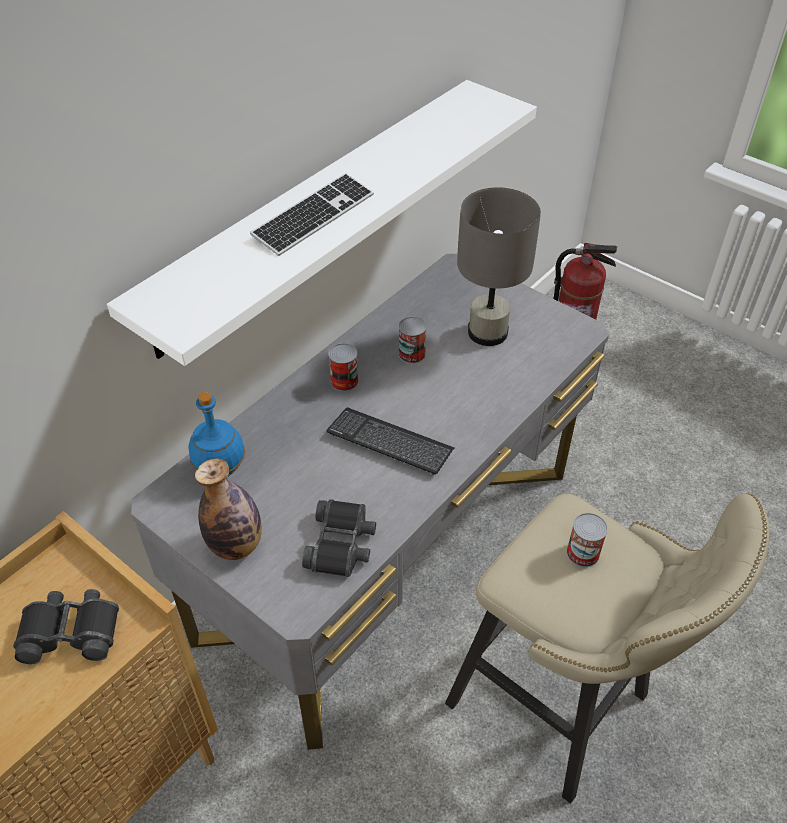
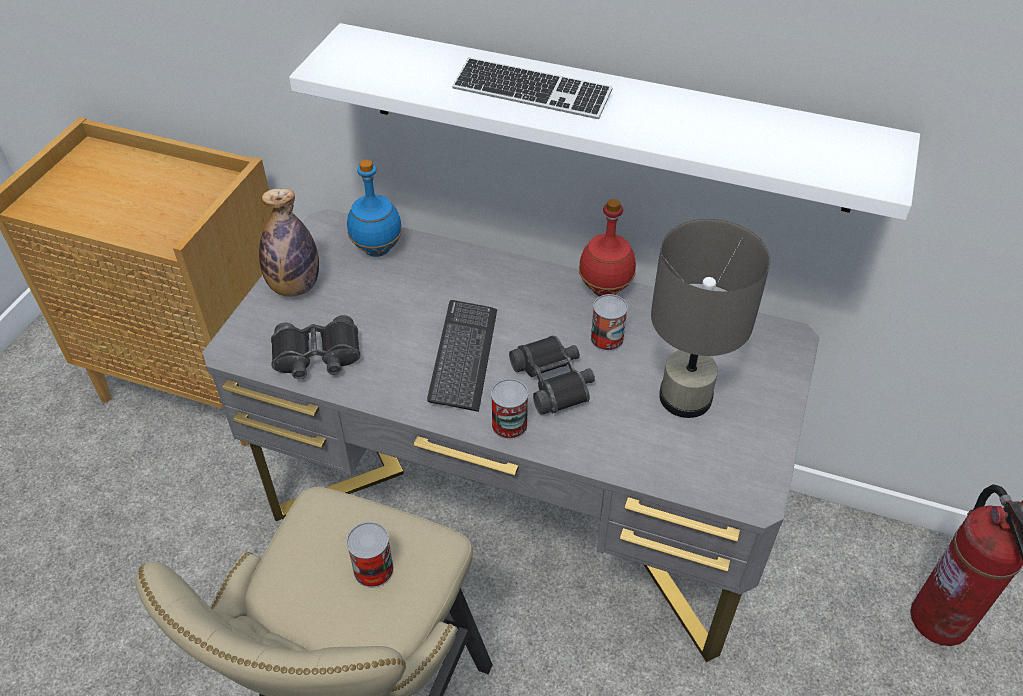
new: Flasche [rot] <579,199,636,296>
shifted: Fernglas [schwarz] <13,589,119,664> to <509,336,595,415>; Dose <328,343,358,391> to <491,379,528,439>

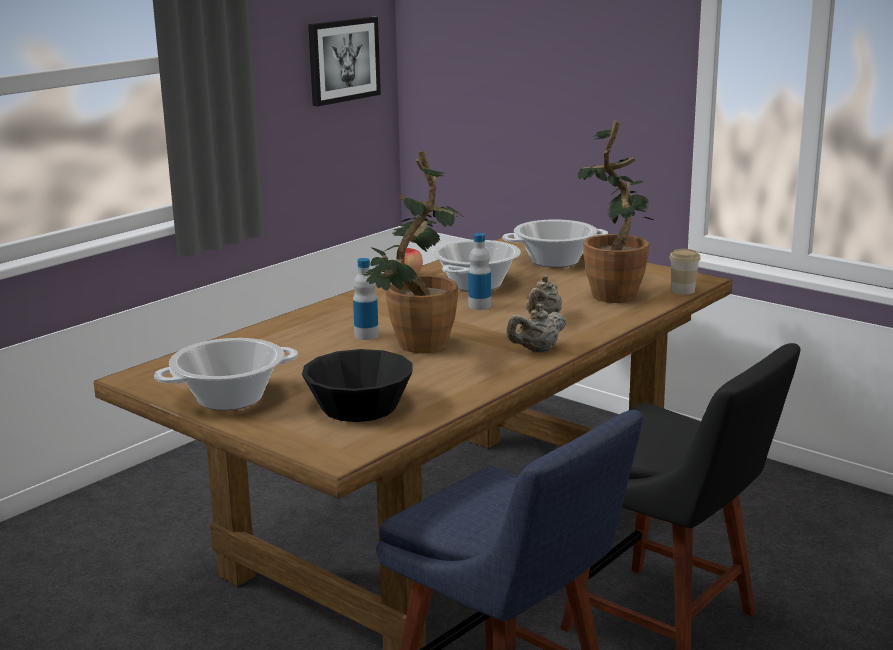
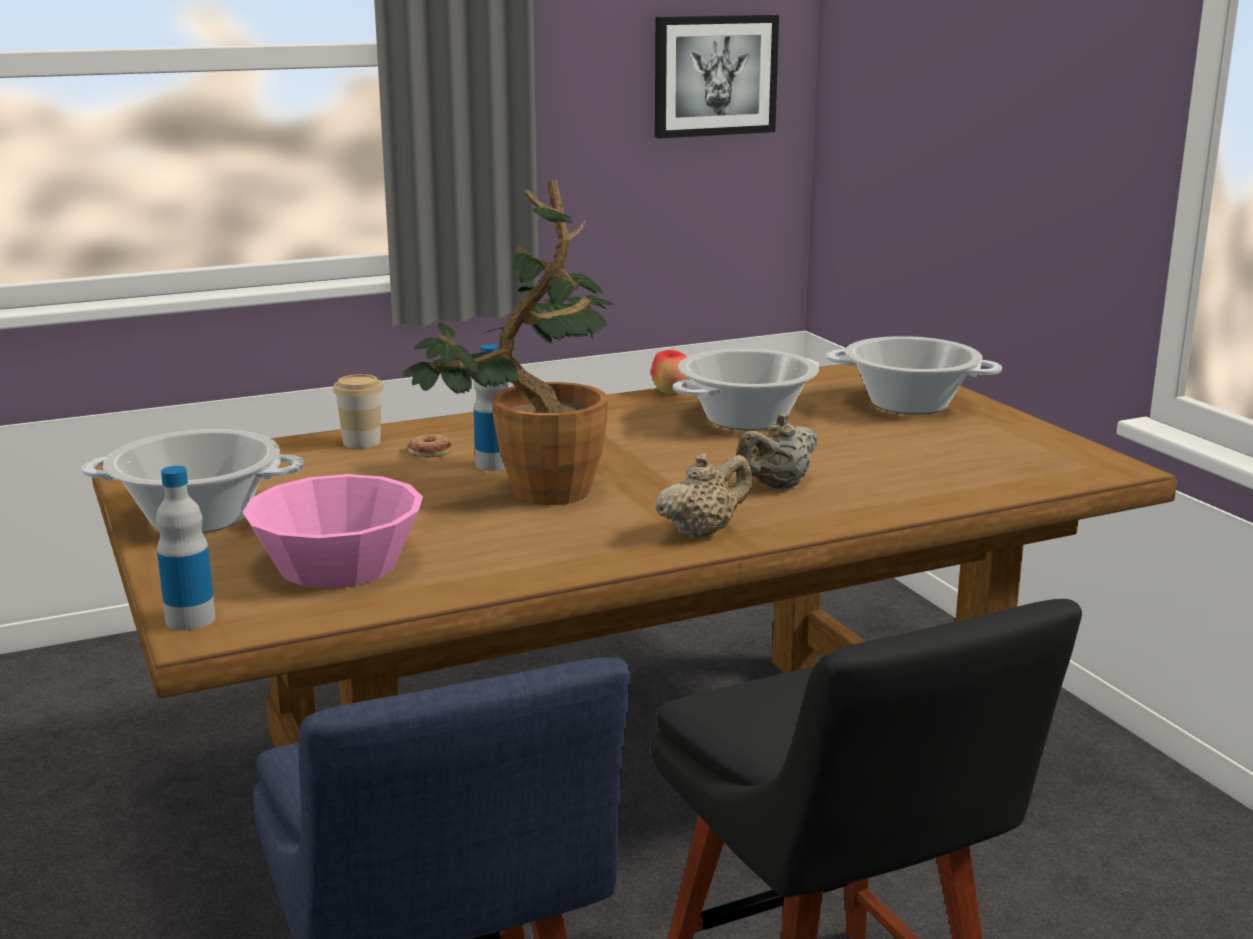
gone: Topfpflanze <578,120,653,303>
new: Donut <407,433,452,458>
shifted: Flasche <468,233,491,310> to <156,466,216,630>; Tasse <669,249,701,295> to <333,374,383,448>
repainted: Schüssel [schwarz] <302,349,413,422> to Schüssel [rosa] <242,474,423,588>
rotated: Teekanne [beige] <506,304,566,353> = <656,453,753,539> 150 degrees clockwise

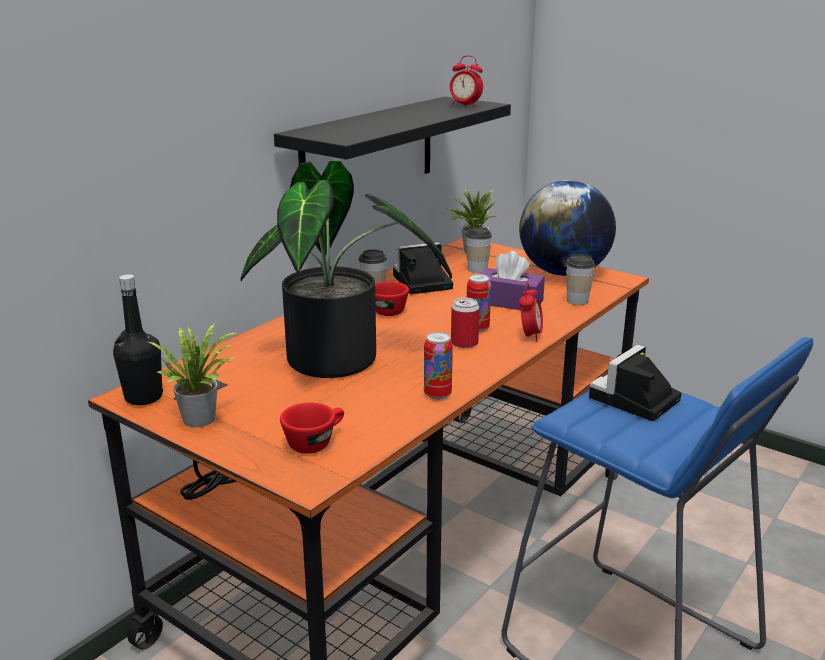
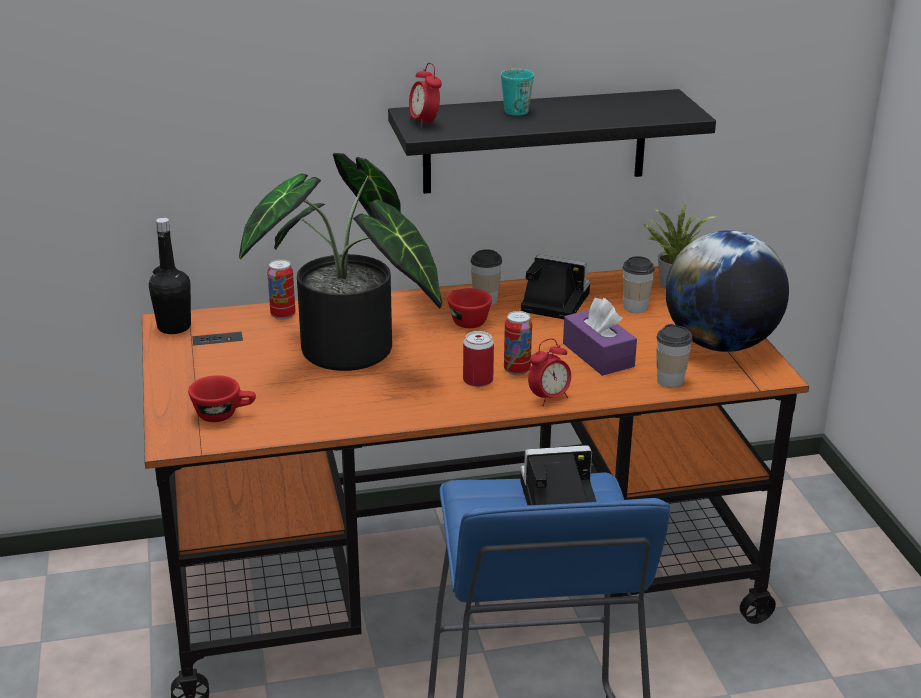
gone: Topfpflanze <146,323,238,427>
new: Henkelbecher [türkis] <501,69,534,116>
shifted: Dose <424,332,453,400> to <267,259,295,320>; Wecker <450,55,483,107> to <409,63,442,128>

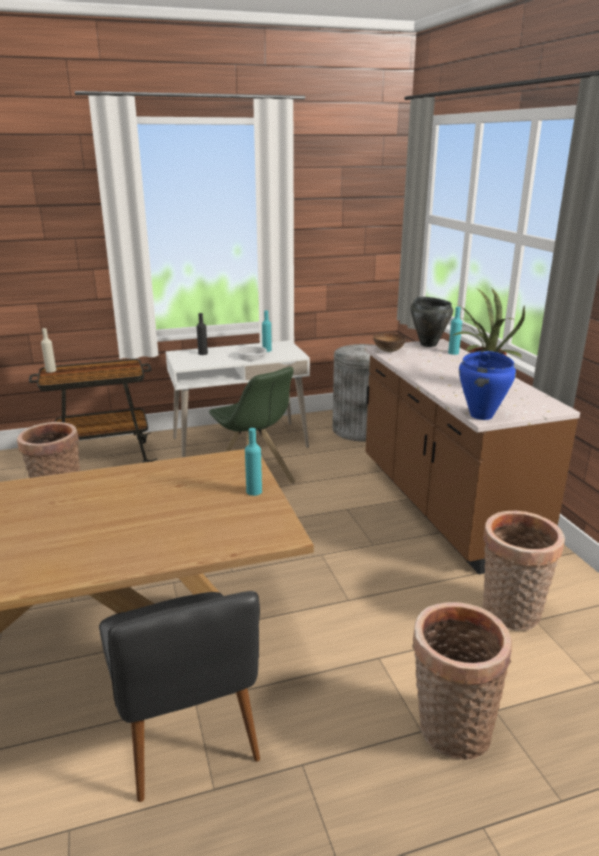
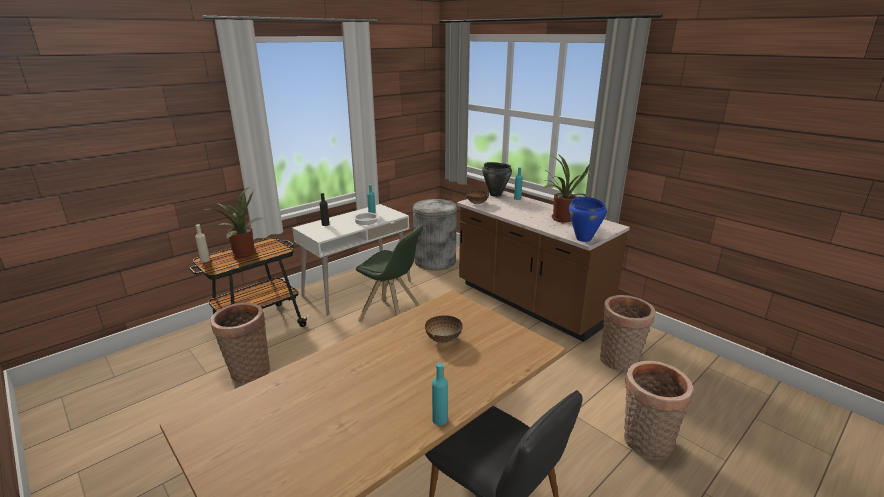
new: Topfpflanze <204,187,264,258>; Schüssel <425,315,463,343>
shifted: Flasche [türkis] <245,428,262,496> to <432,363,448,425>

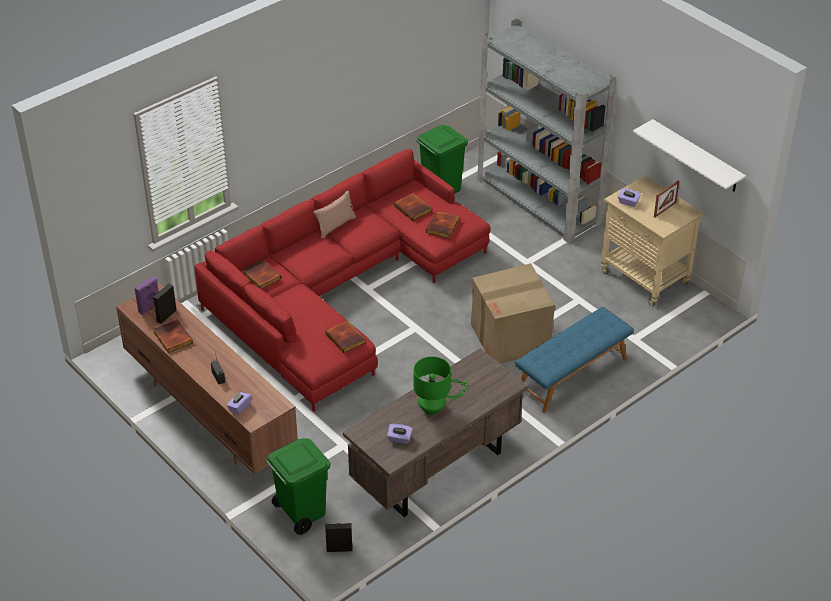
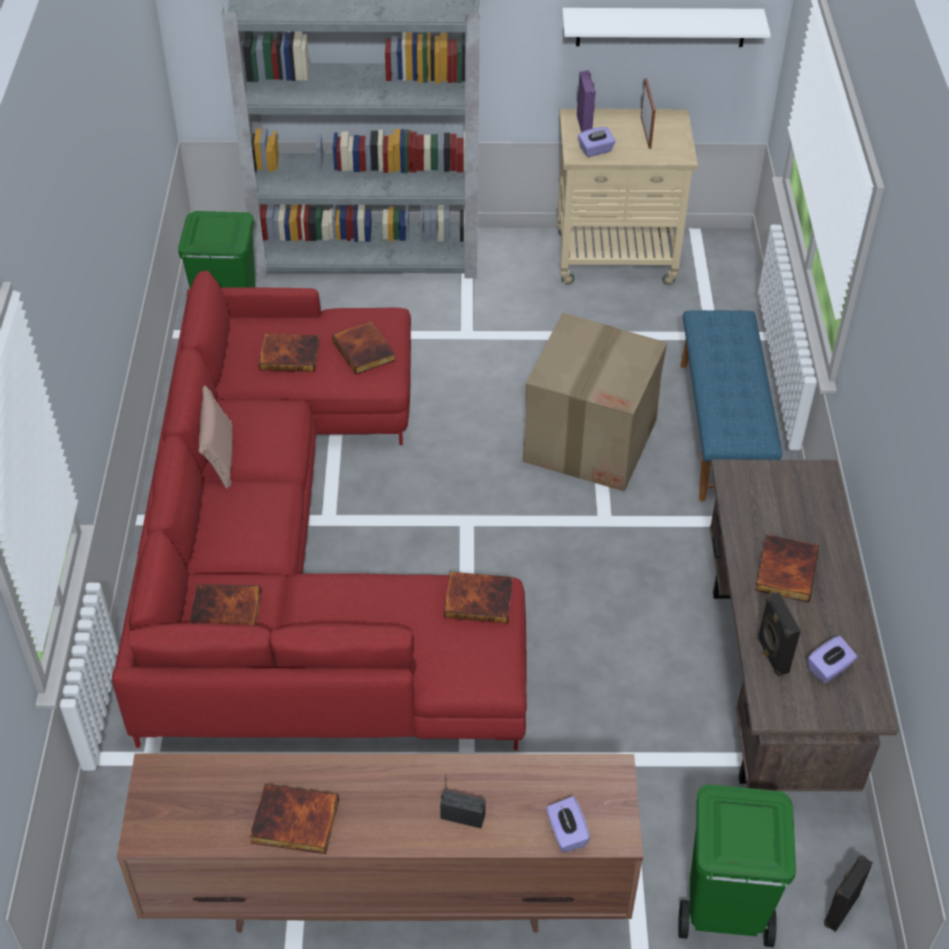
shifted: Lautsprecher [lila] <134,276,159,315> to <577,71,596,132>; Lautsprecher [schwarz] <153,283,177,324> to <757,592,801,677>
swapped: Tischlampe [grün] <413,356,467,415> to Buch <755,534,819,602>

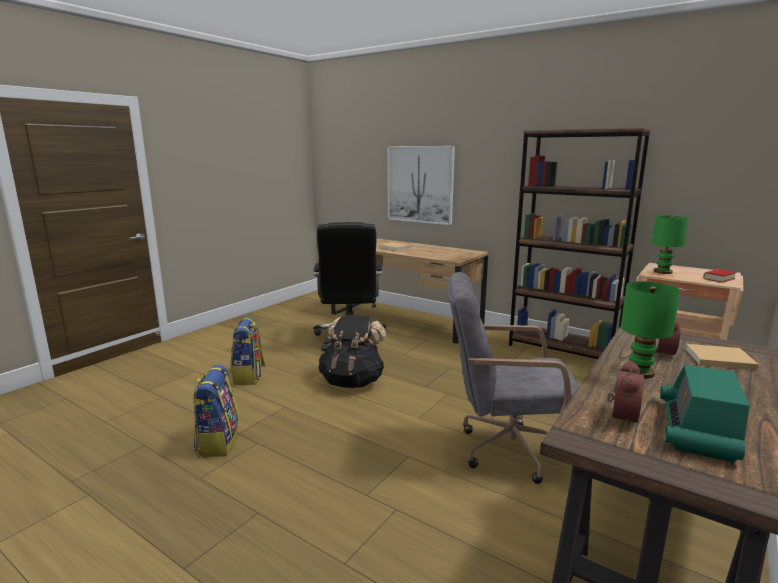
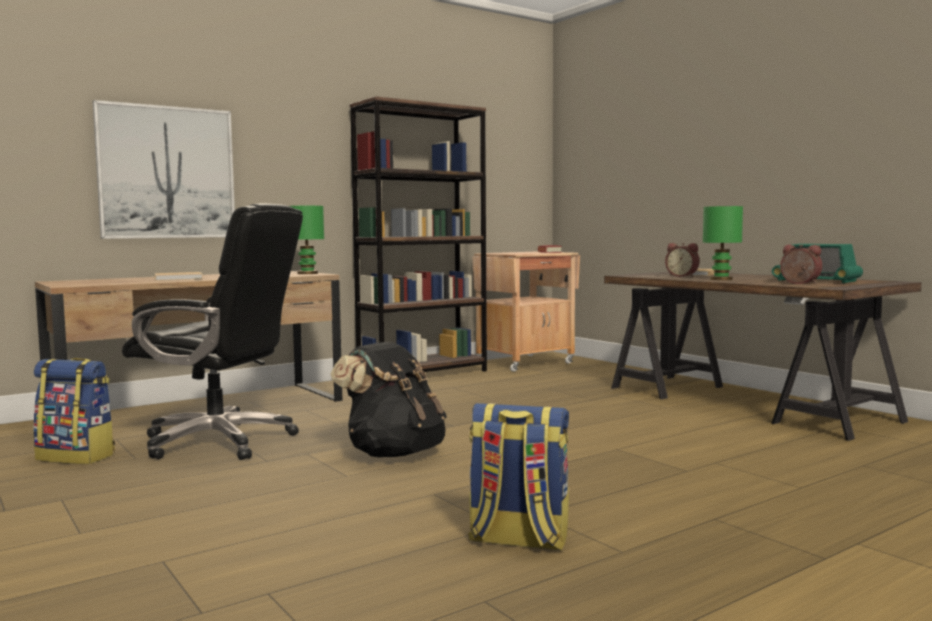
gone: Bürostuhl [grau] <447,272,579,484>
shifted: Rucksack <231,317,265,385> to <33,358,115,464>; Tischlampe [grün] <651,215,689,274> to <290,205,324,274>

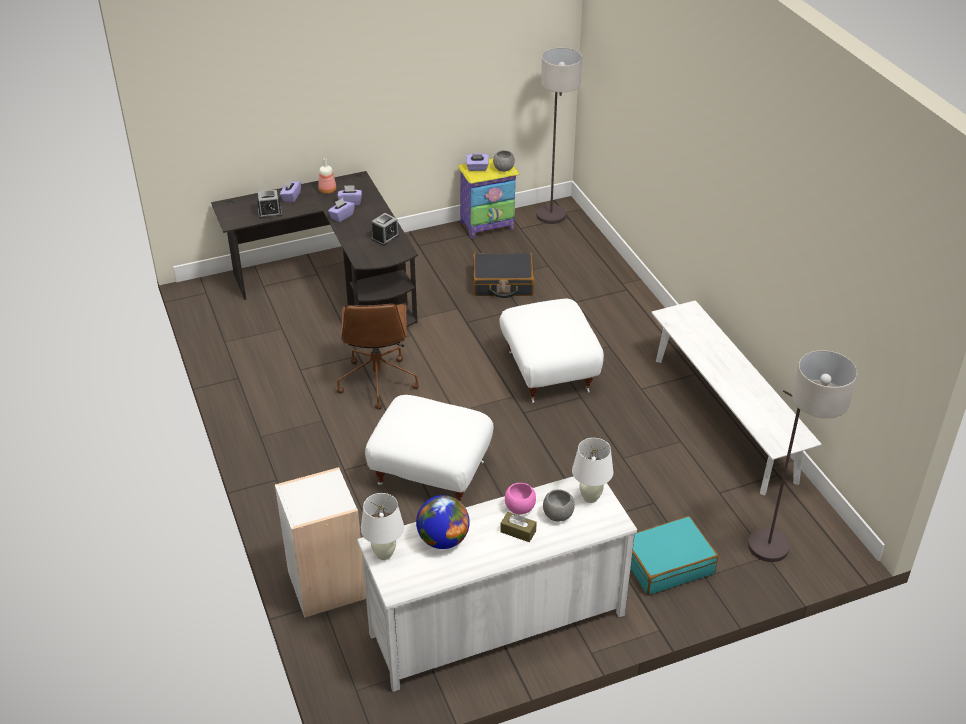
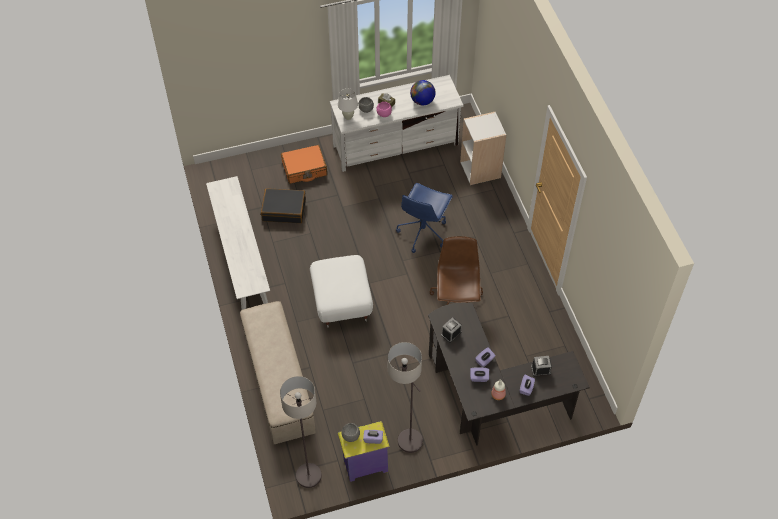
gone: Tischlampe [weiß] <361,493,404,560>
new: Bank [beige] <240,301,316,444>
shifted: Koffer [schwarz] <473,253,534,298> to <261,188,306,223>; Stehlampe [grau] <748,350,857,562> to <388,342,423,453>
swapped: Polsterhocker [weiß] <365,395,493,502> to Bürostuhl [blau] <396,183,453,253>
repainted: Koffer [türkis] <631,516,718,595> to Koffer [orange] <281,145,327,184>

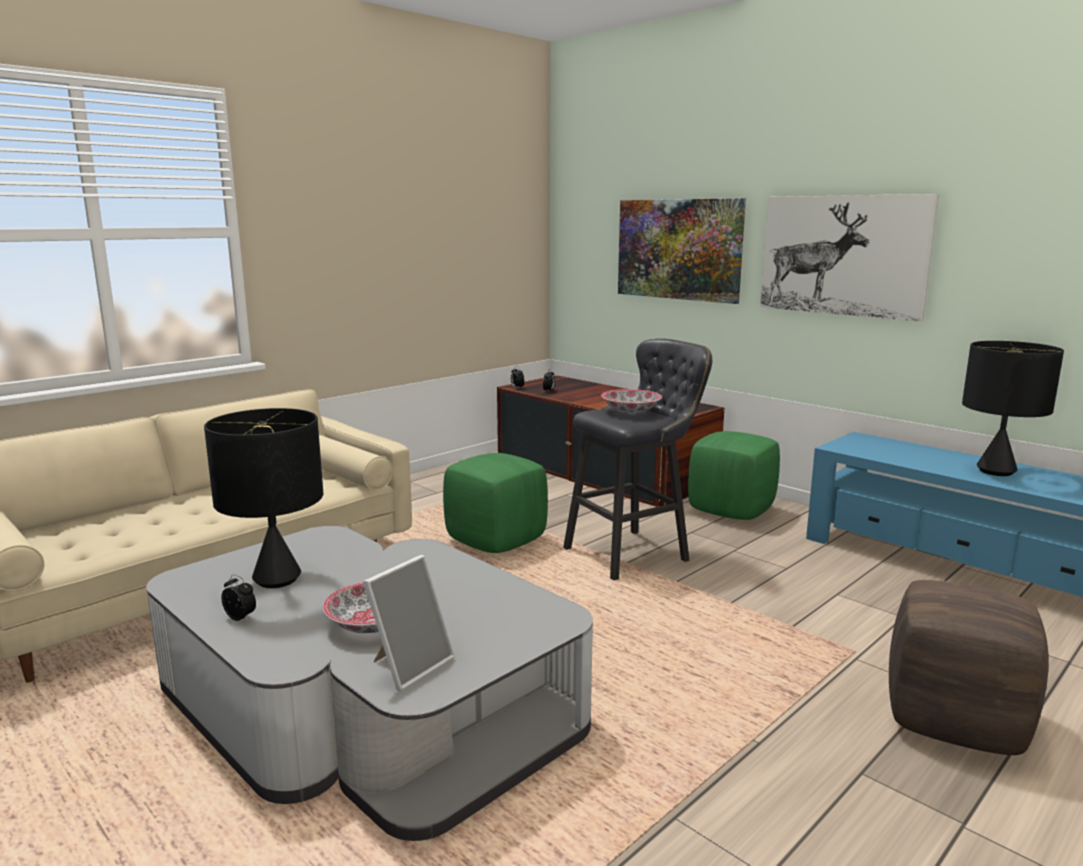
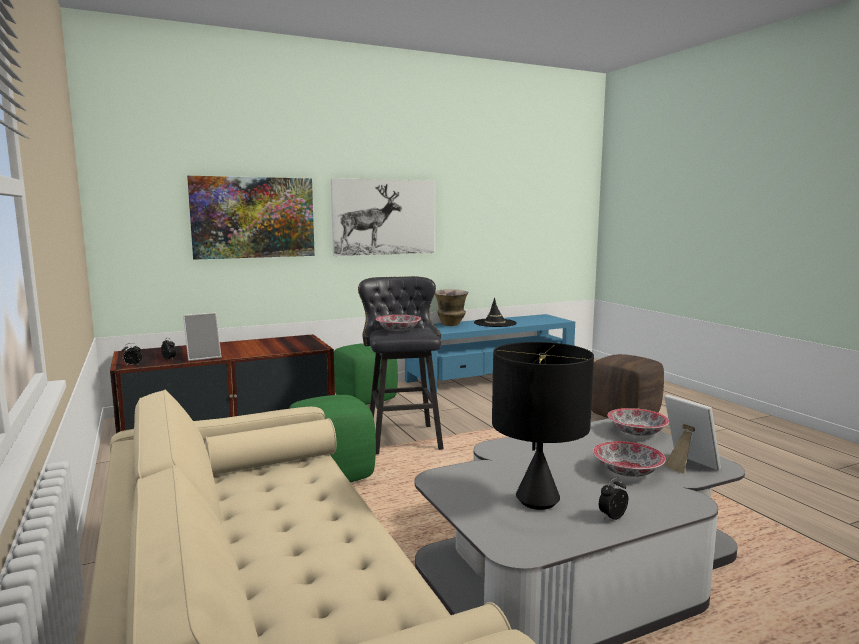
new: Bilderrahmen <183,313,221,361>; Vase <435,289,469,326>; Schüssel <608,408,669,436>
swapped: Tischlampe [schwarz] <962,341,1064,476> to Hut [schwarz] <474,298,517,327>

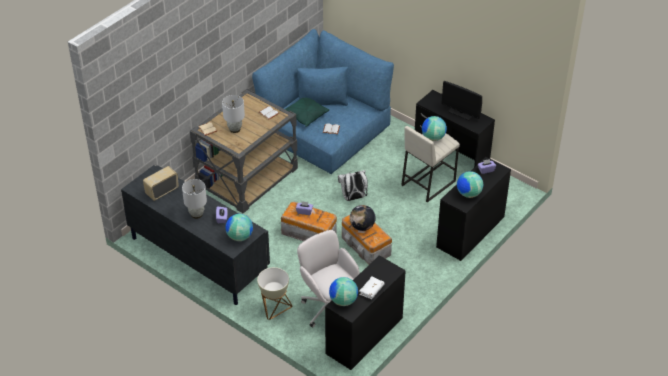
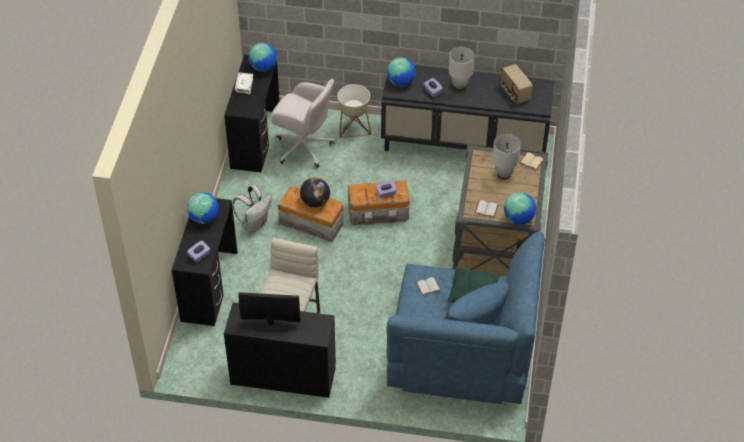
shifted: Rucksack [weiß] <338,170,368,201> to <233,185,272,233>; Globus <422,116,447,141> to <504,193,536,225>
rotated: Radio <143,166,179,201> = <500,64,533,104> 135 degrees clockwise

